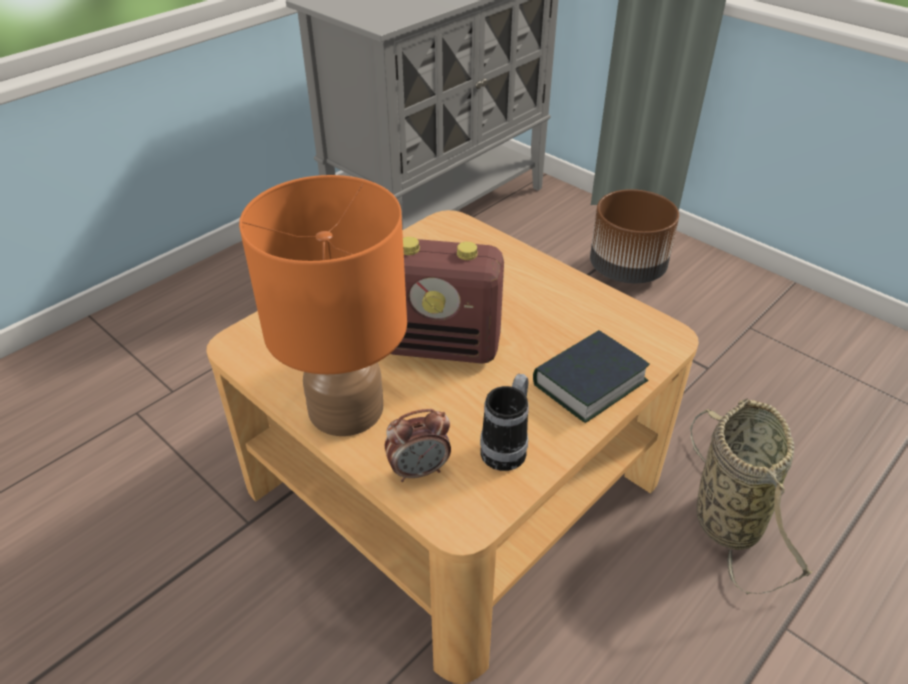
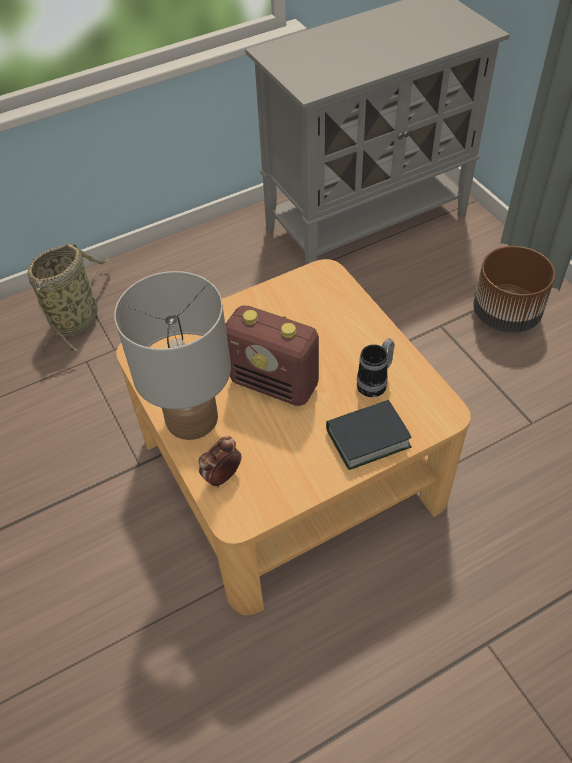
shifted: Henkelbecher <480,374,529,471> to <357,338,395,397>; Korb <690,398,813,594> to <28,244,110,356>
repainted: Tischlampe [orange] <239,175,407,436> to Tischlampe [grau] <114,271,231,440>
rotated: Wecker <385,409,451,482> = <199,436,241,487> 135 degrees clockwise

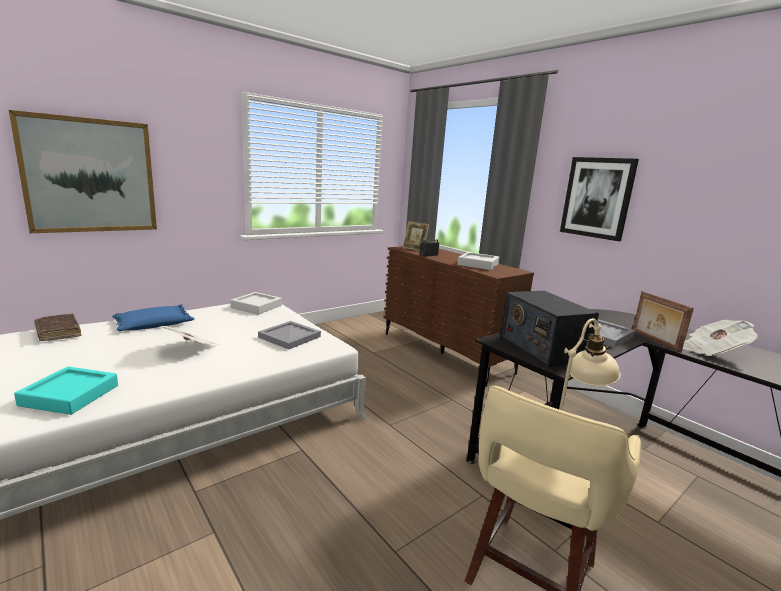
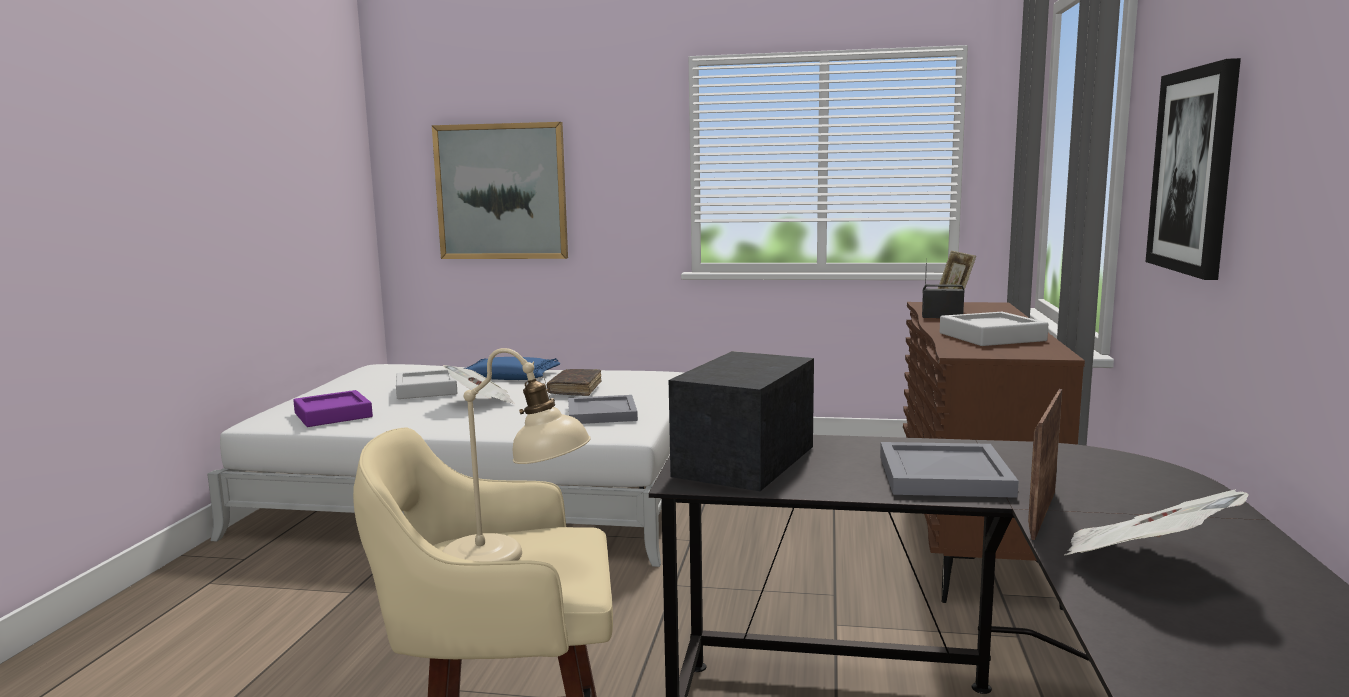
shifted: Buch [braun] <34,313,81,341> to <547,369,601,396>; Tablett [grau] <230,292,282,315> to <396,369,457,399>
repainted: Tablett [türkis] <14,367,118,415> to Tablett [lila] <293,390,373,427>

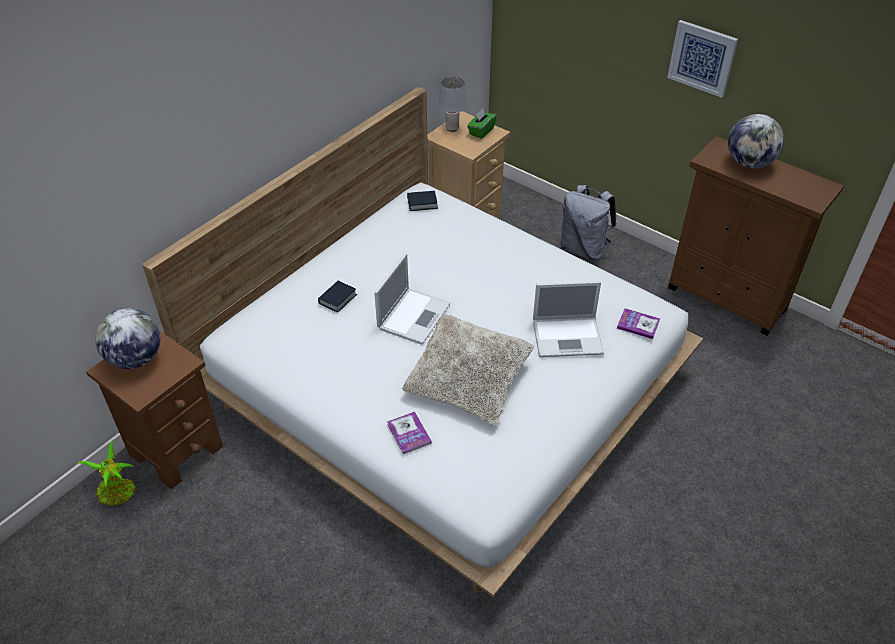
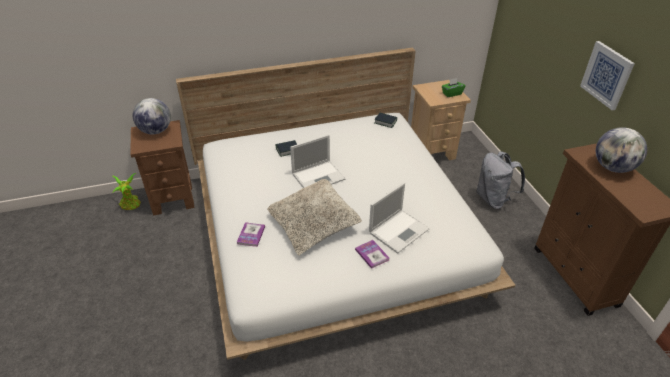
gone: Tischlampe [grau] <438,77,467,132>
shifted: Buch <617,308,660,339> to <355,240,389,269>
rotated: Laptop <533,281,604,357> = <369,183,430,254> 75 degrees counterclockwise

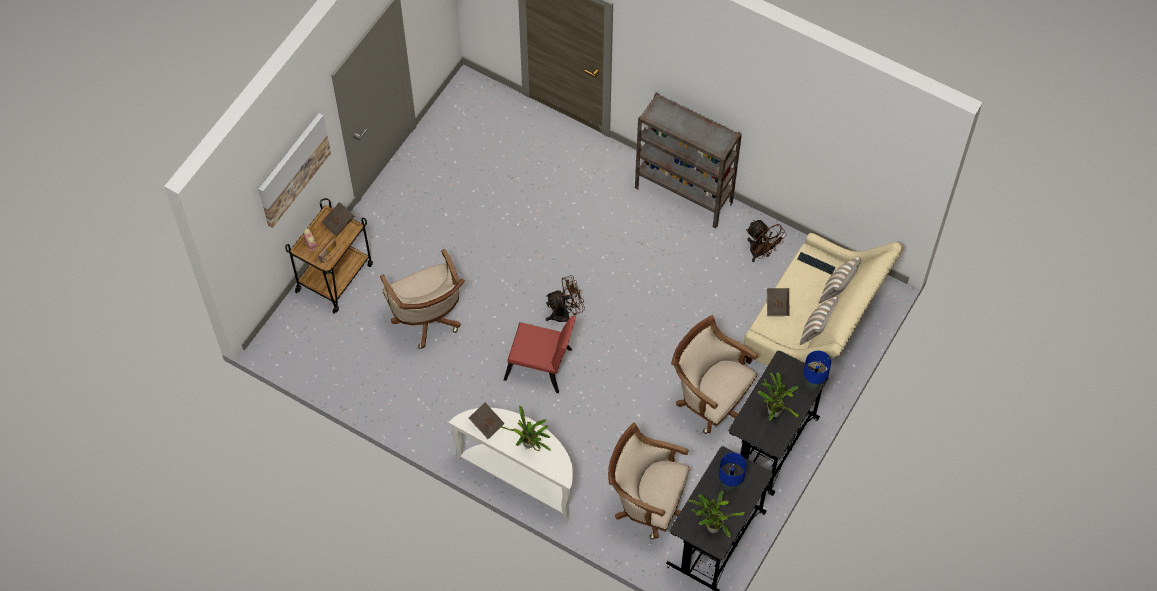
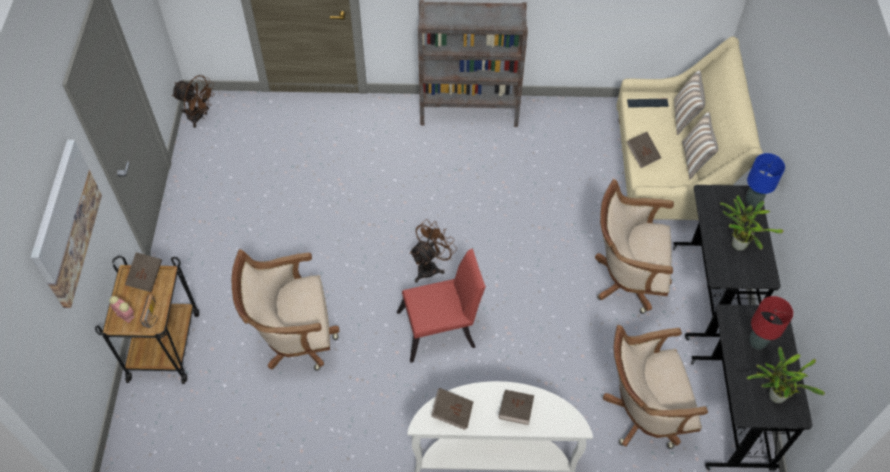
shifted: Ventilator [braun] <746,220,787,262> to <172,75,215,128>
swapped: Topfpflanze <500,406,551,451> to Buch [braun] <499,390,534,425>
repainted: Tischlampe [blau] <719,453,747,492> to Tischlampe [rot] <749,296,793,350>
rotated: Bürostuhl <380,249,465,349> = <231,249,339,371> 135 degrees clockwise

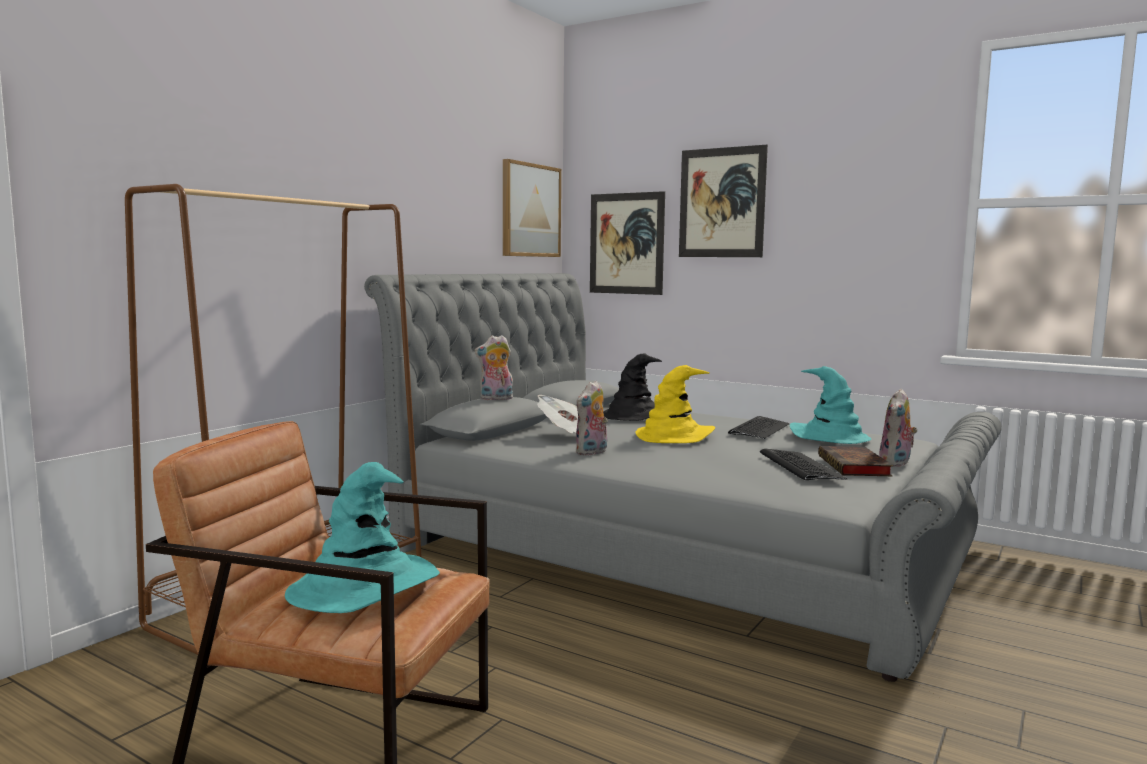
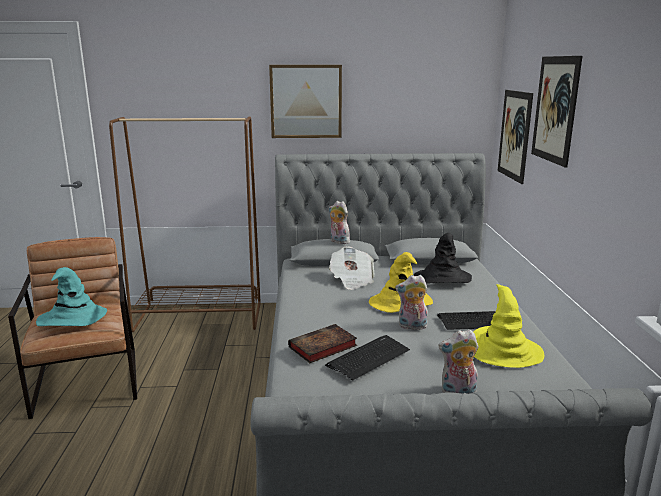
shifted: Bild <503,159,561,257> to <269,65,342,138>; Plüschtier <575,381,608,456> to <395,275,428,330>; Buch <818,446,893,476> to <288,324,357,363>
repainted: Hut [türkis] <790,366,871,444> to Hut [gelb] <473,284,544,368>

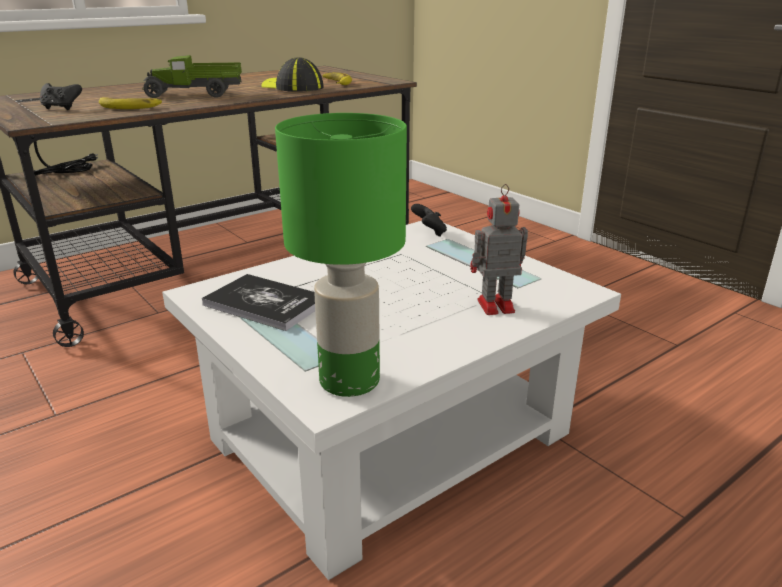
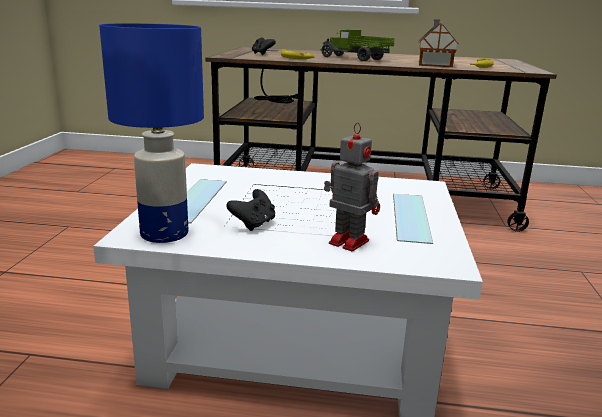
gone: Buch <202,274,315,331>
shifted: Gamepad [schwarz] <411,204,447,237> to <226,189,275,231>
swapped: Kappe <261,57,324,92> to Spielzeughaus <419,19,459,67>
repainted: Tischlampe [grün] <275,113,407,397> to Tischlampe [blau] <99,23,204,243>

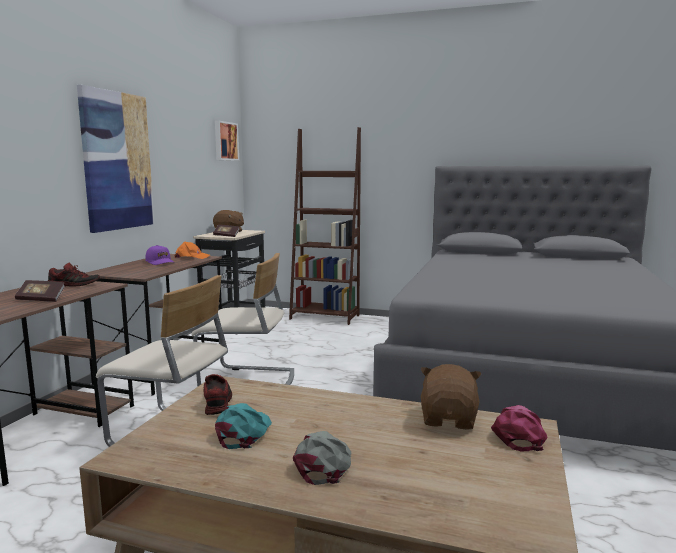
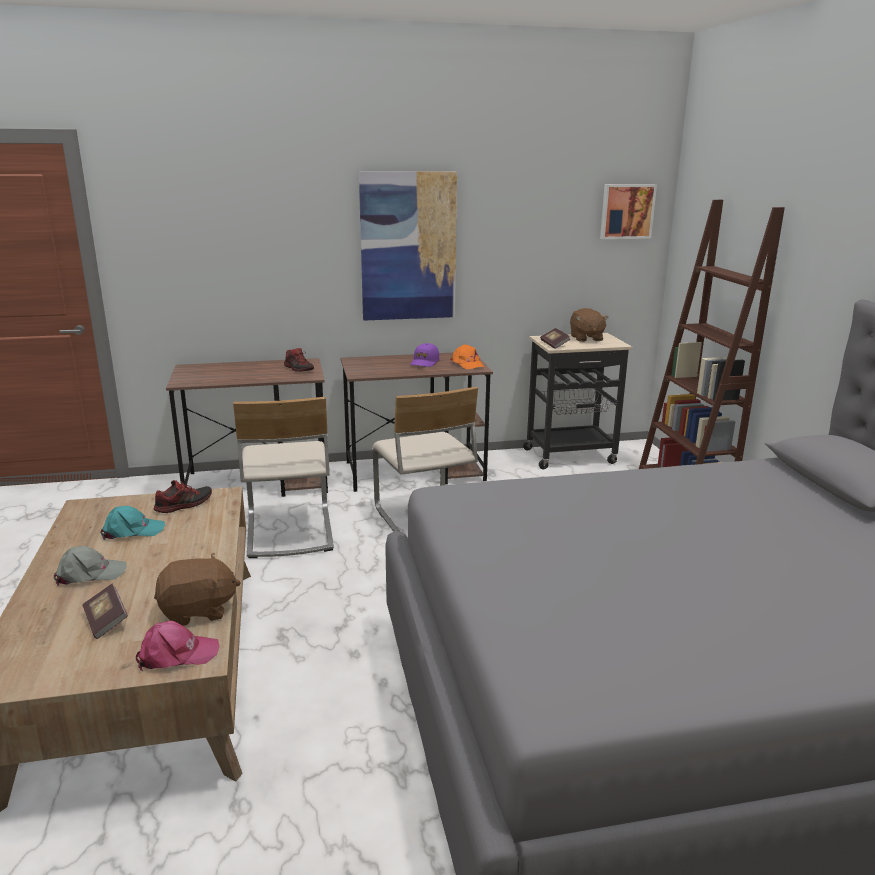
shifted: Buch <15,280,65,302> to <82,584,128,639>

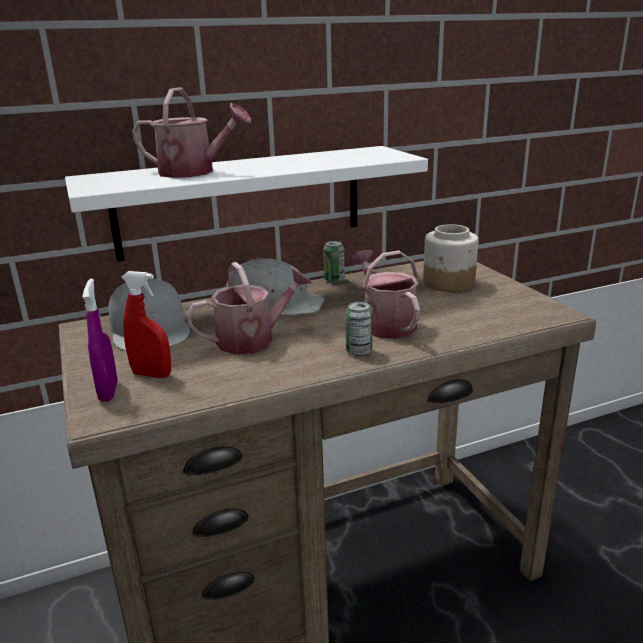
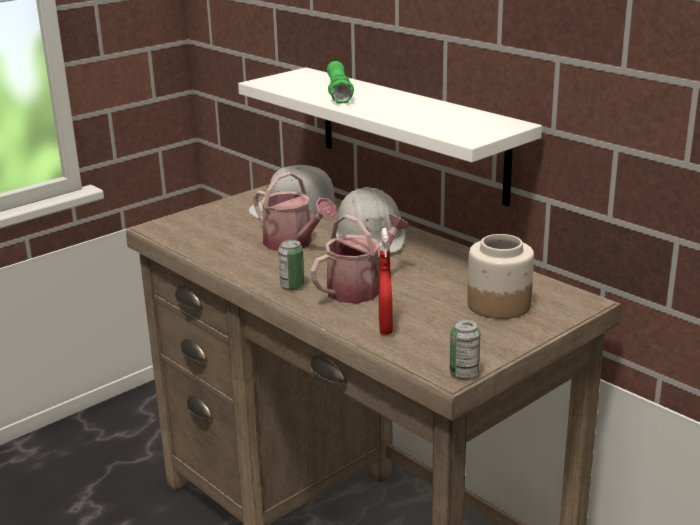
gone: Sprühflasche [lila] <82,279,118,402>
shifted: Sprühflasche [rot] <121,271,171,378> to <379,228,393,335>; Dose <323,241,345,283> to <450,319,480,380>
swapped: Gießkanne <132,87,251,178> to Taschenlampe [grün] <327,61,354,103>

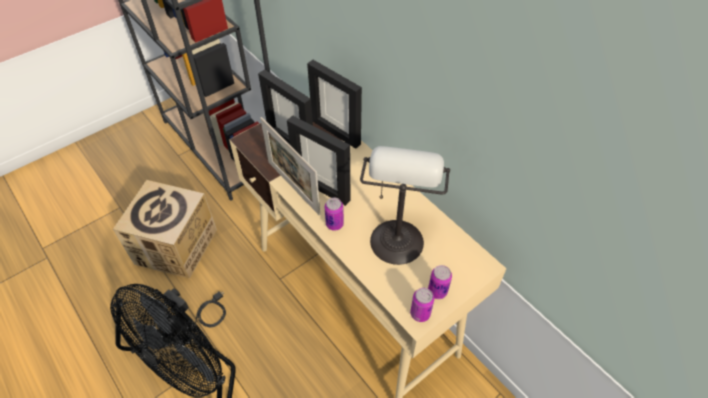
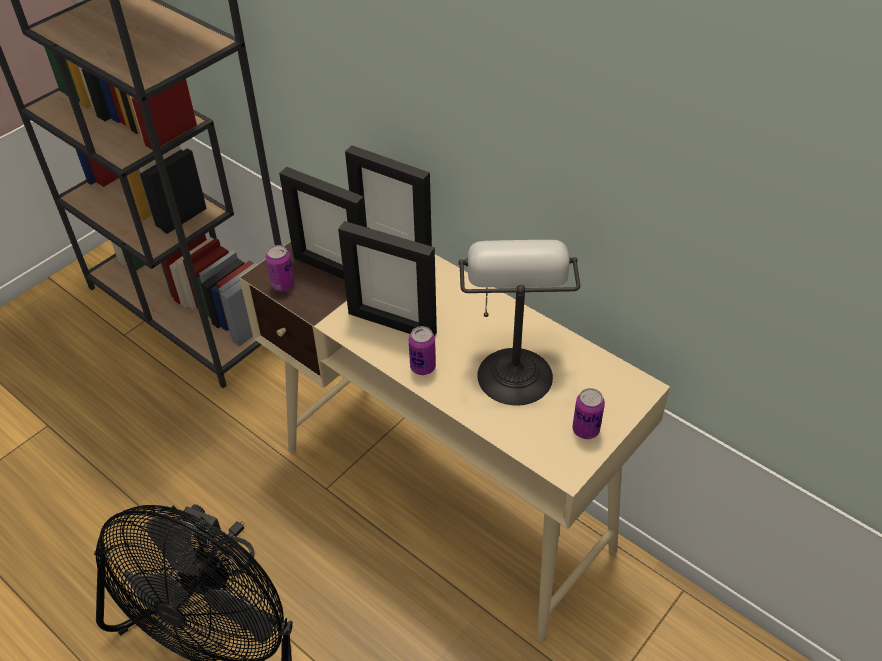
gone: Karton <113,180,217,279>; Bilderrahmen <260,117,320,216>
shifted: Dose <410,288,434,322> to <266,245,295,291>

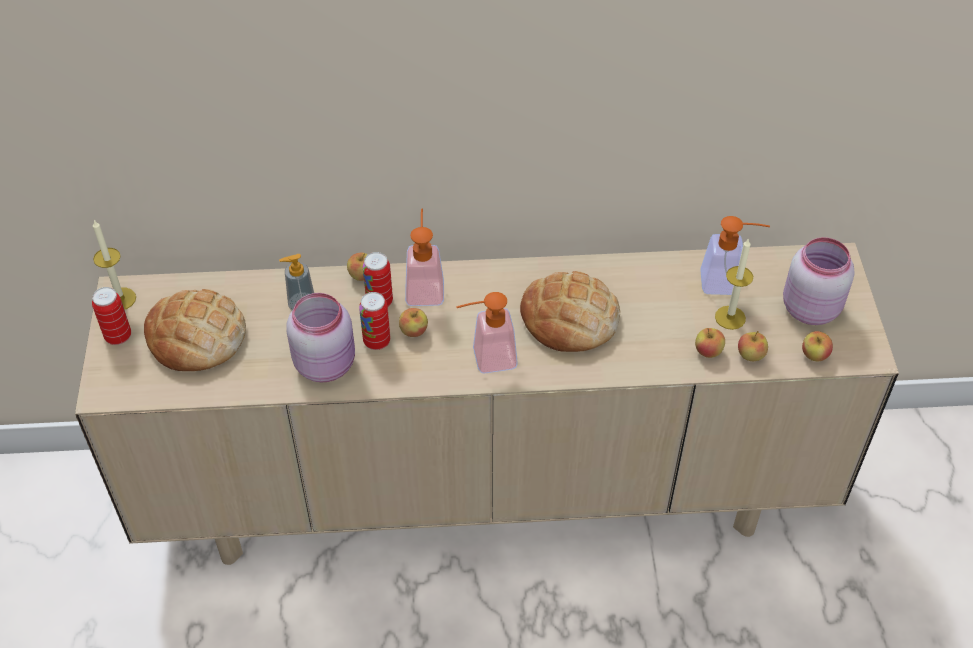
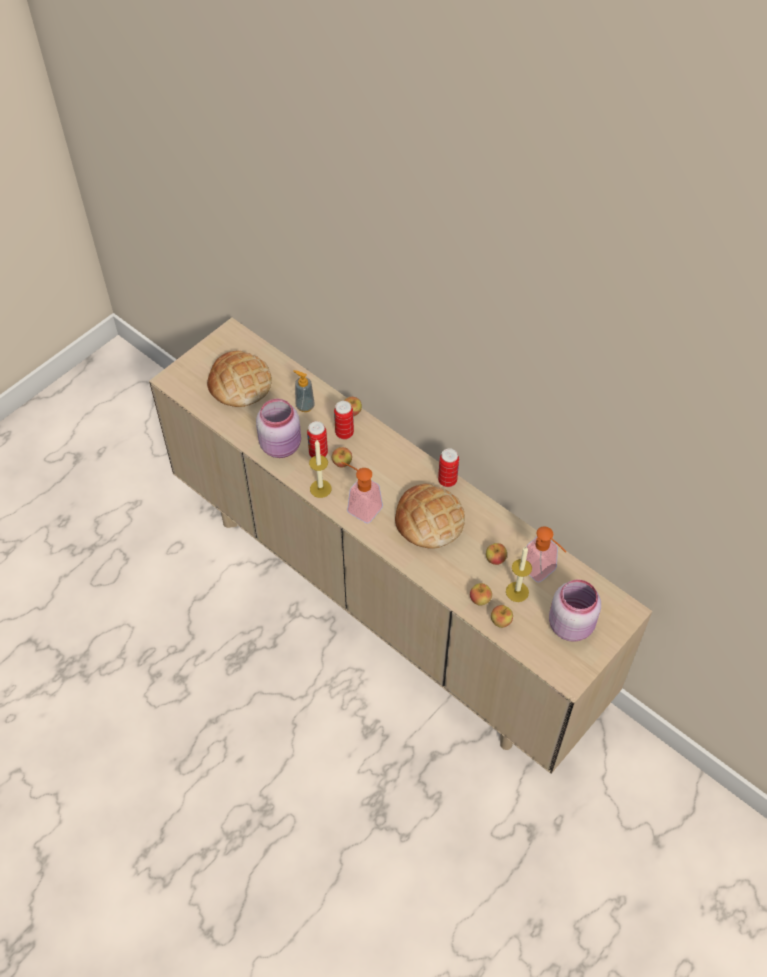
gone: Seifenspender <405,209,444,306>
shifted: Dose <92,287,131,345> to <438,448,459,487>; Kerze <93,219,136,310> to <309,440,332,498>; Apfel <802,331,833,361> to <486,543,507,565>

